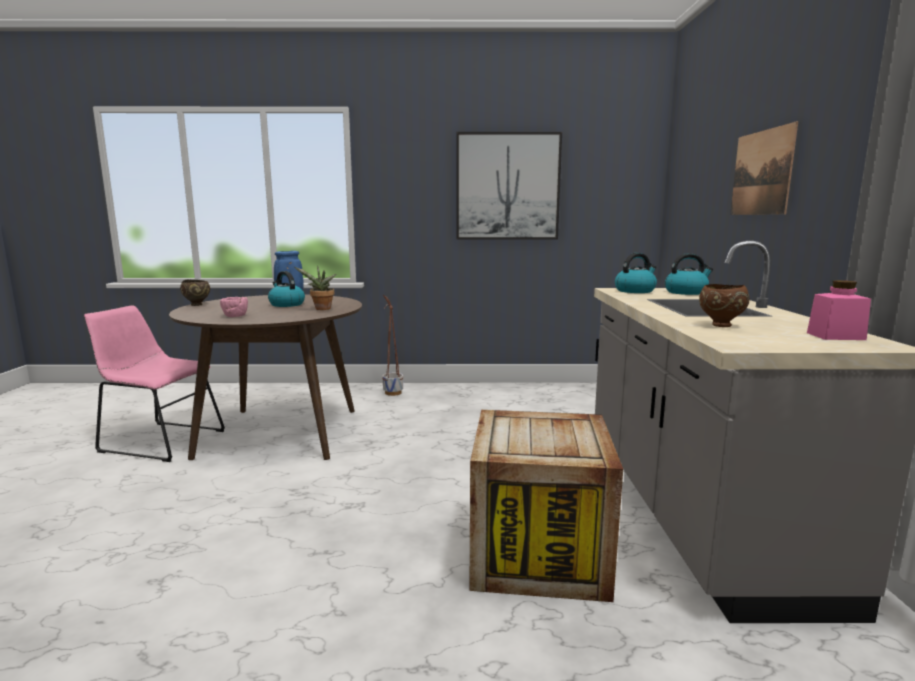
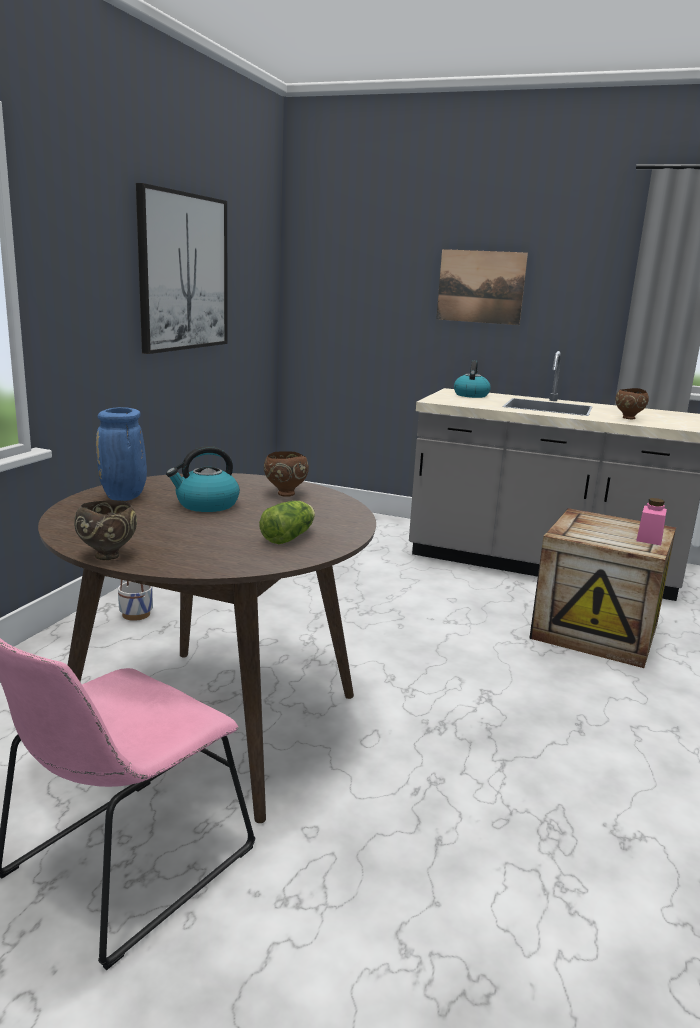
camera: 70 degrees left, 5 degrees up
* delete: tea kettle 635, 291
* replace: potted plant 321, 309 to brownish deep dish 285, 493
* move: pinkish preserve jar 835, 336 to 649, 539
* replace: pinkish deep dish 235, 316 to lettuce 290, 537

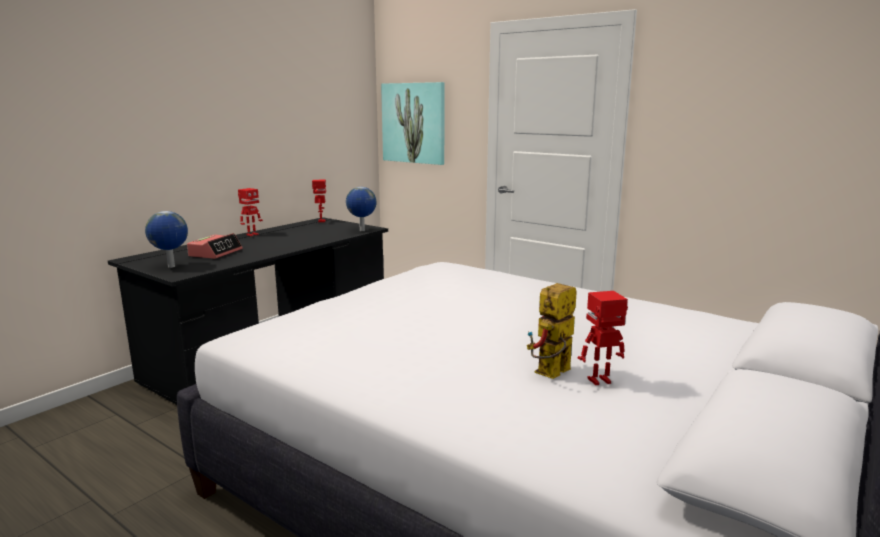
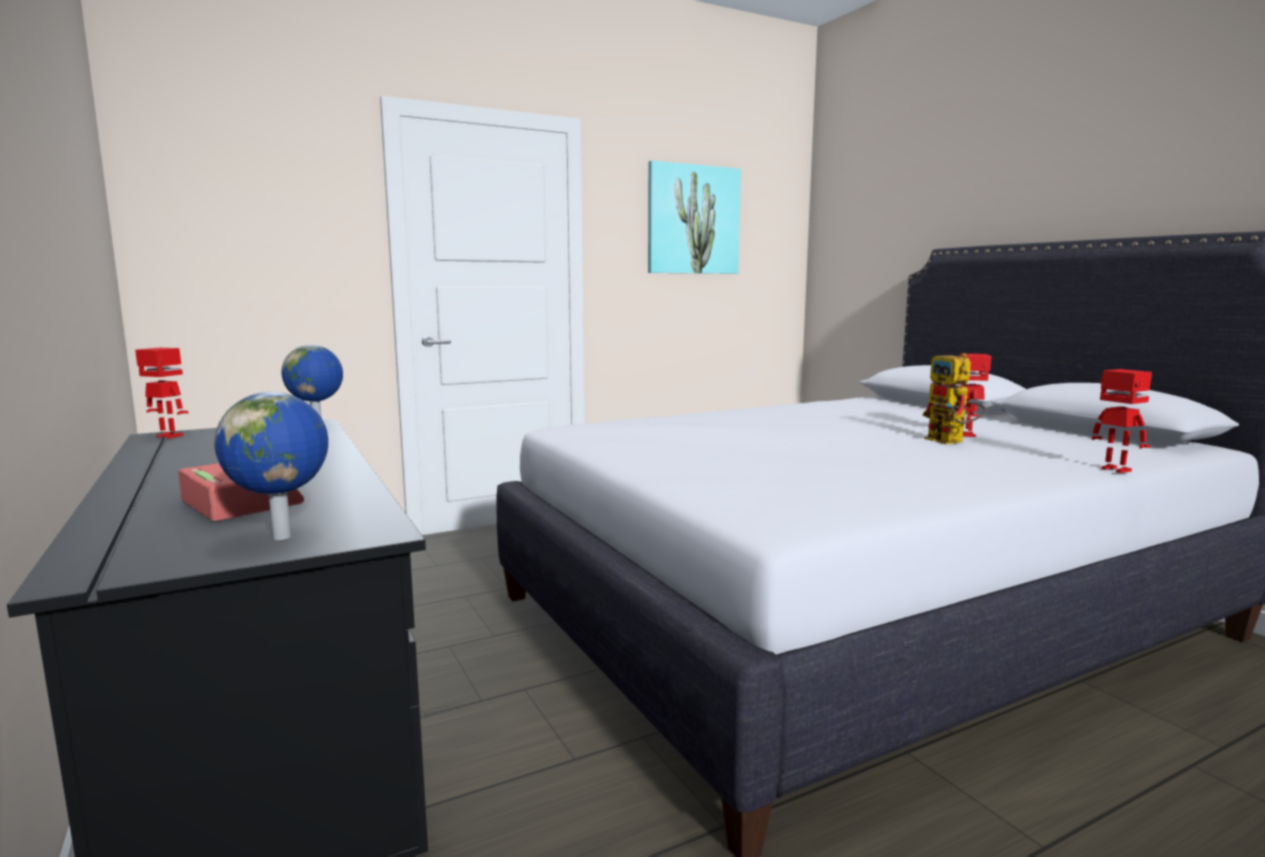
camera: 65 degrees left, 5 degrees down
* move: wall art 413, 123 to 693, 220
* move: toy robot 252, 234 to 1114, 470

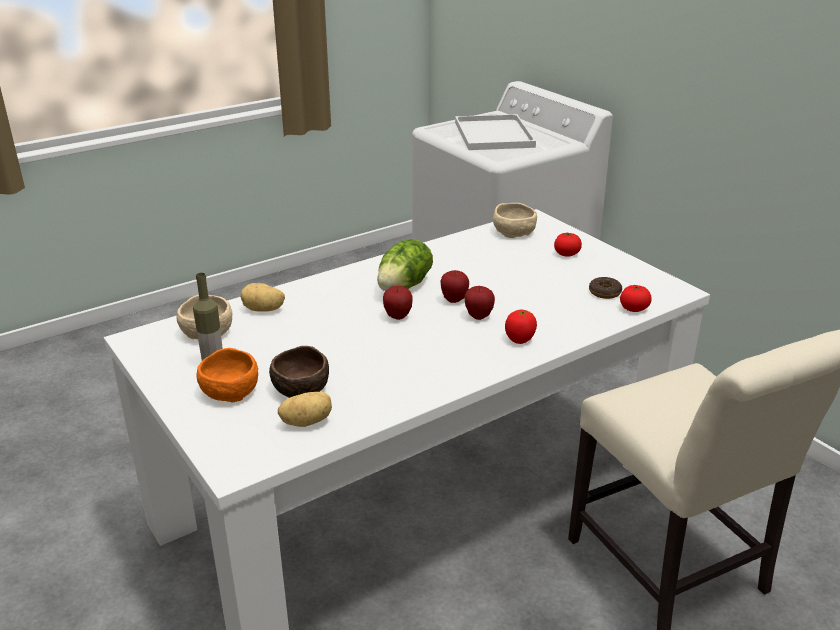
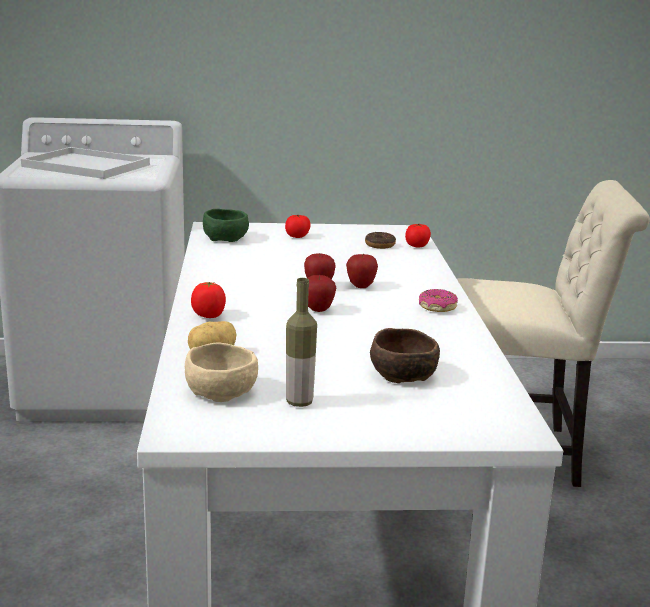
camera: 60 degrees left, 10 degrees down
* recolor: beige-coloured deep dish 515, 232 to green-coloured deep dish 226, 238
* delete: lettuce 405, 286
* move: fresh tomato 519, 339 to 209, 316
* delete: orange deep dish 230, 392
* delete: potato 306, 422
* insert: ring doughnut 437, 307

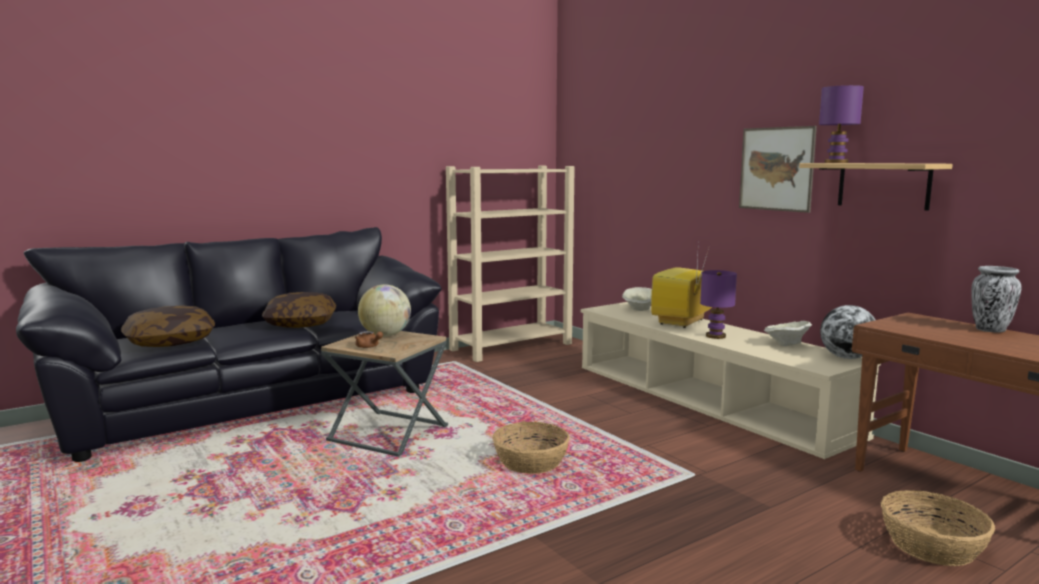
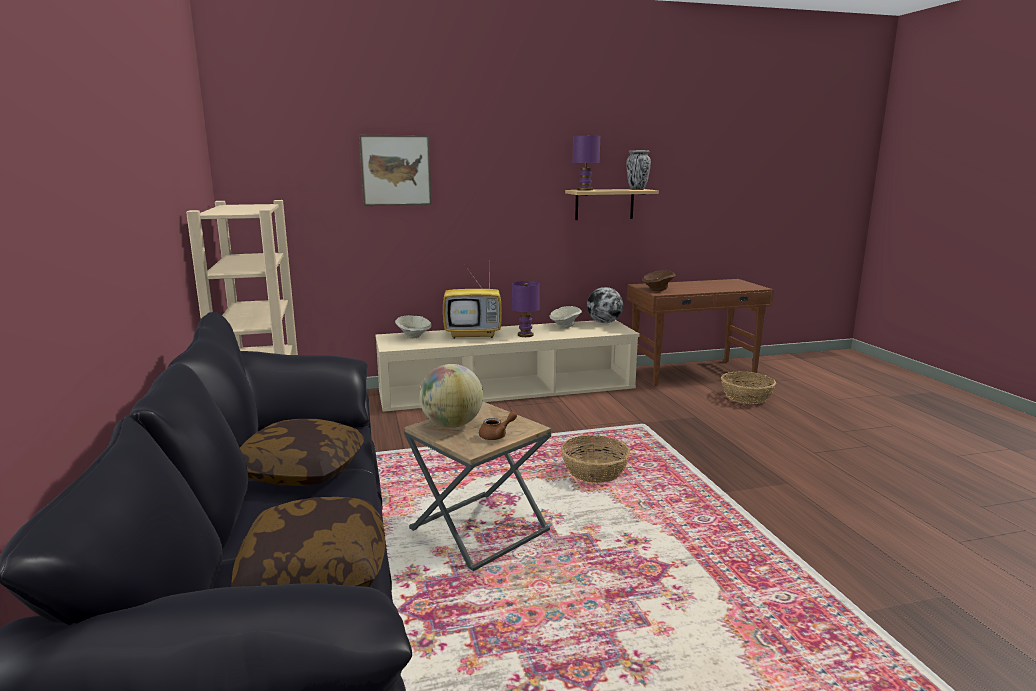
camera: 70 degrees left, 5 degrees up
* move: wall art 776, 169 to 396, 170
* rotate: TV set 682, 322 = 474, 334 60 degrees counterclockwise
* move: flower vase 990, 330 to 637, 189
* insert: brownish deep dish 657, 290

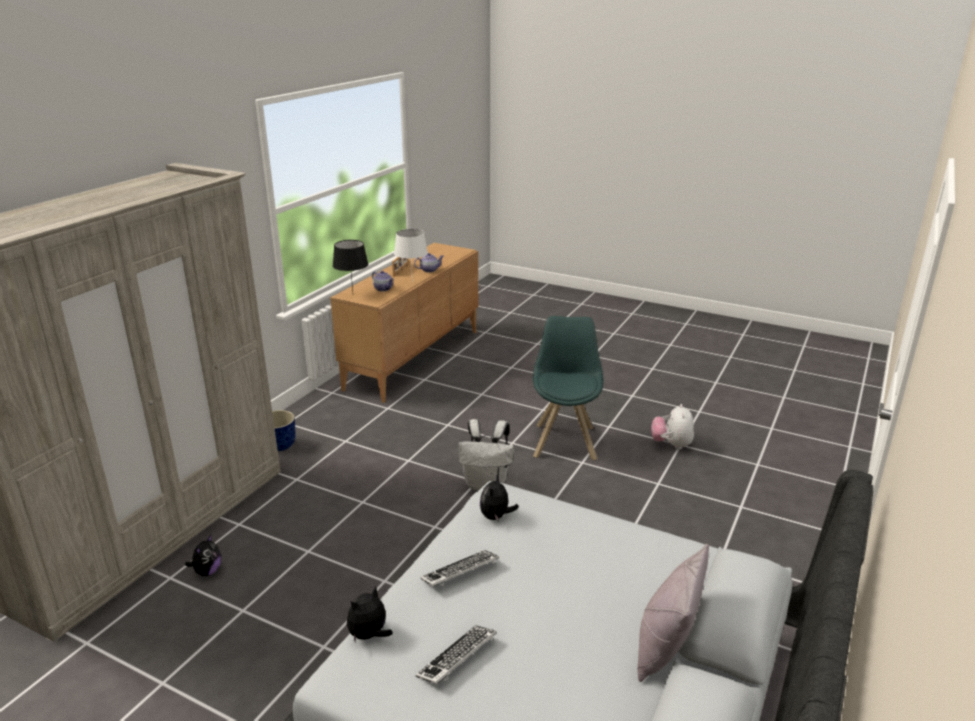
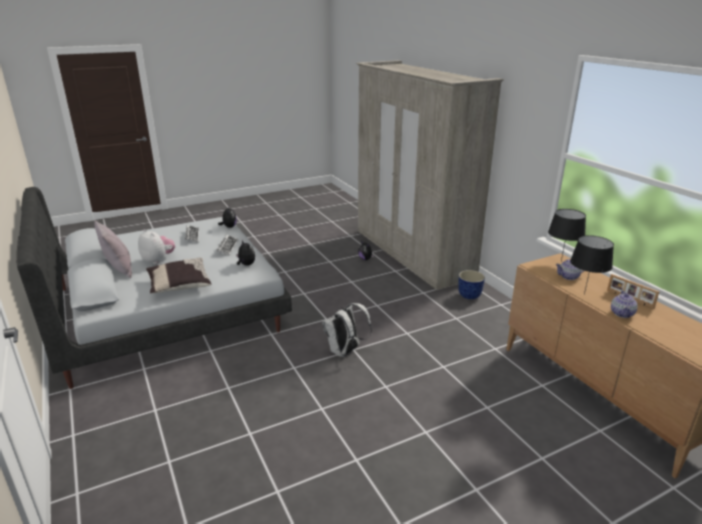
camera: 125 degrees right, 0 degrees up
* recolor: white table lamp 411, 281 to blackish table lamp 584, 294
* delete: turquoise-coloured chair 565, 441
* move: soft toy 671, 445 to 158, 260
* insert: throw pillow 179, 284

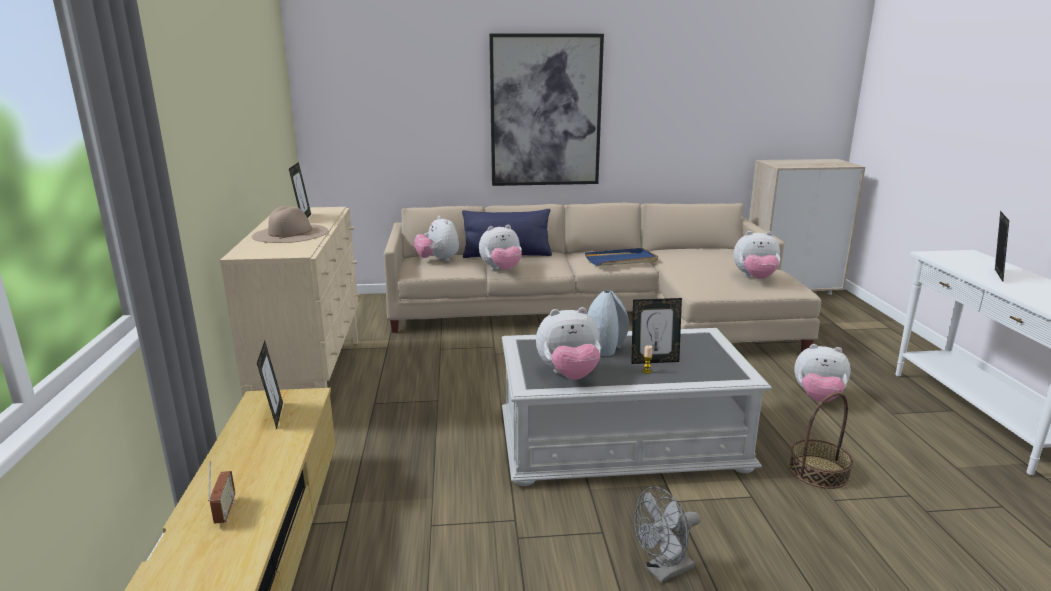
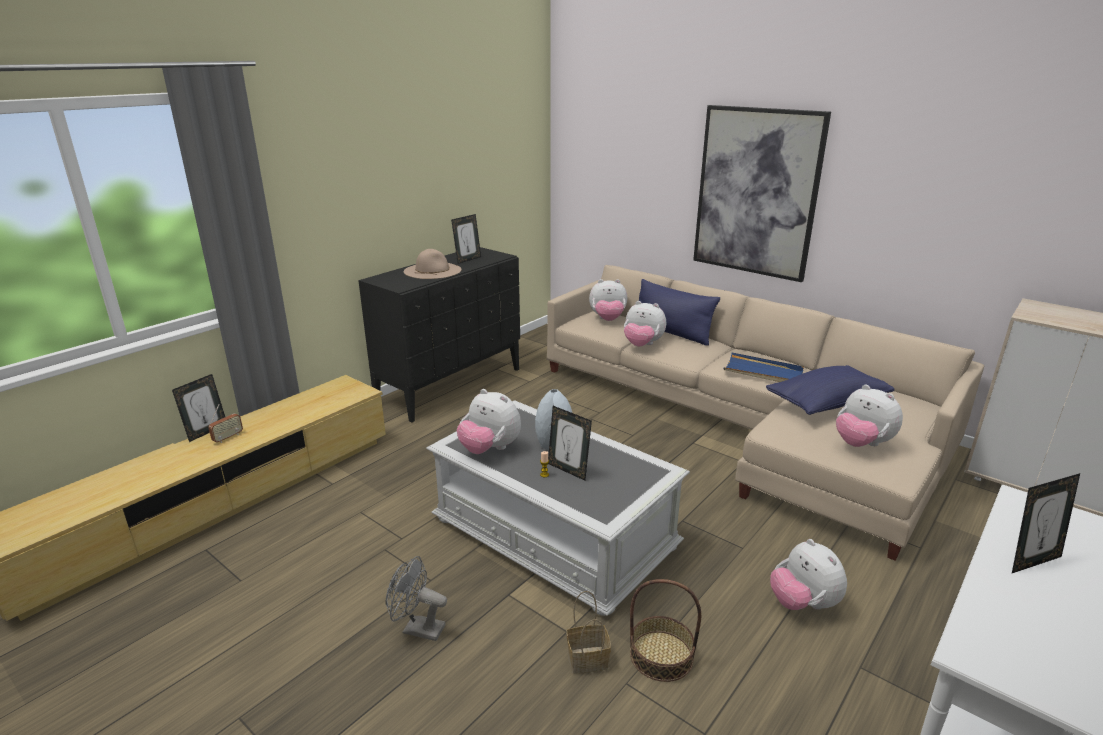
camera: 45 degrees right, 5 degrees up
* recolor: beige-coloured chest of drawers 313, 380 to blackish chest of drawers 452, 386
* rotate: soft toy 438, 260 = 607, 320 105 degrees counterclockwise
* move: standing frame 275, 416 to 206, 432
* insert: blue throw pillow 826, 403
* insert: household basket 586, 660

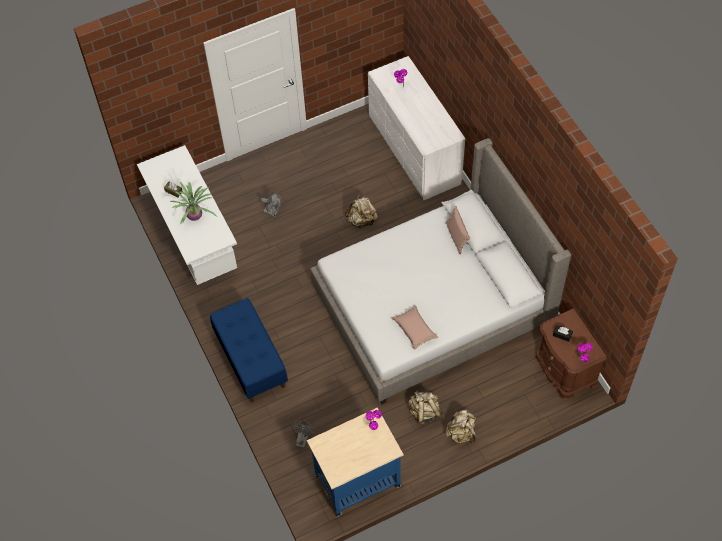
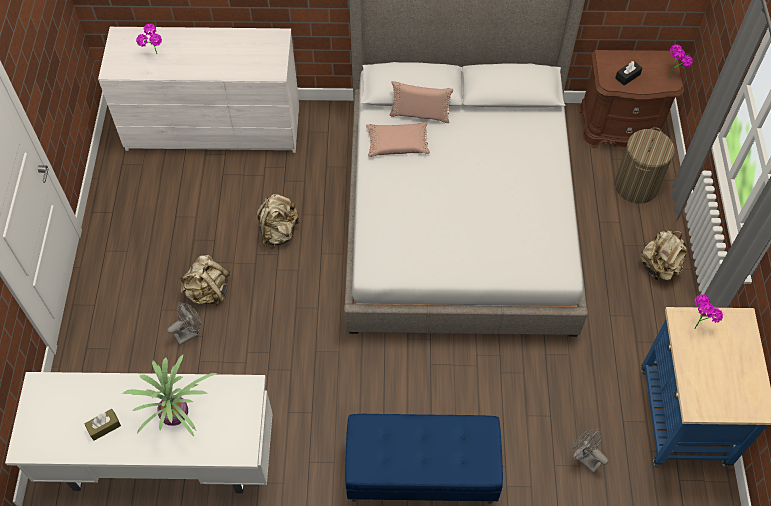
camera: 65 degrees left, 0 degrees up
* move: beige-coloured throw pillow 414, 329 to 397, 142
* move: beige-coloured rucksack 424, 412 to 208, 292
* insert: laundry basket 636, 186

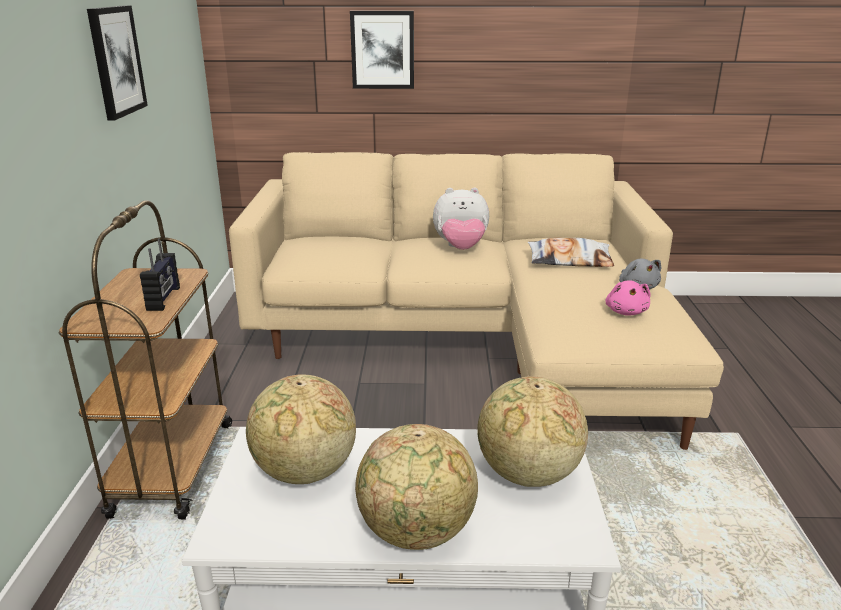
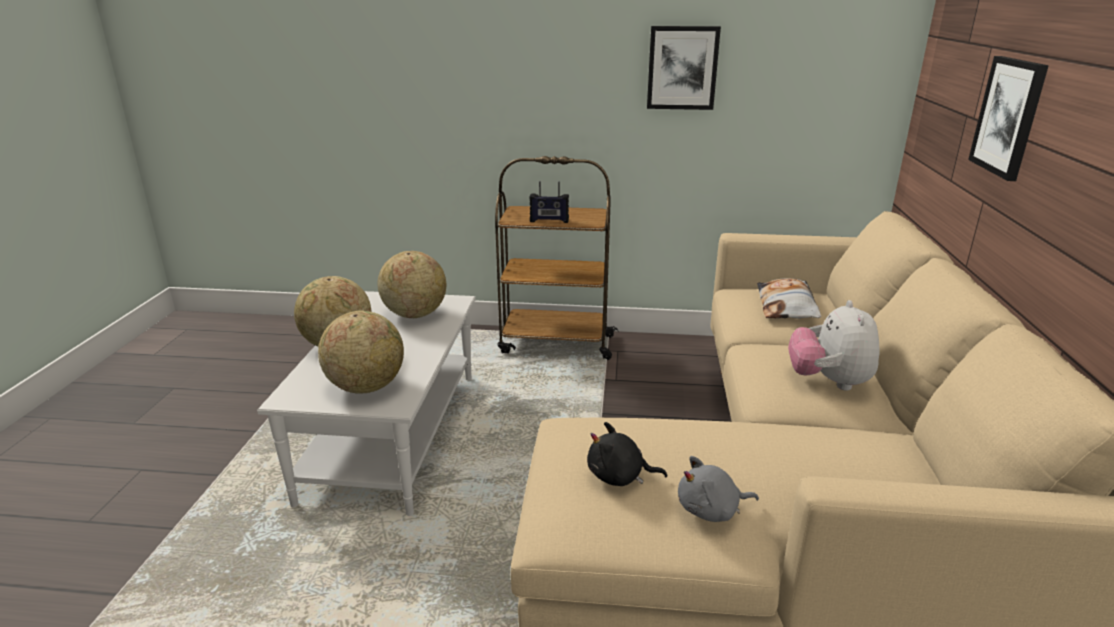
camera: 95 degrees right, 0 degrees up
* move: throw pillow 569, 260 to 787, 306
* recolor: pinkish soft toy 626, 311 to blackish soft toy 619, 477

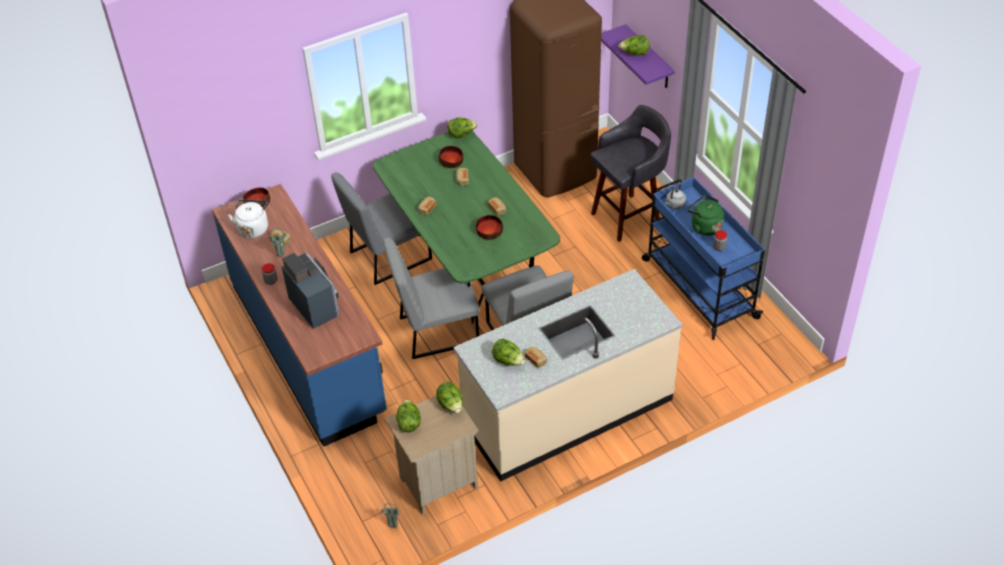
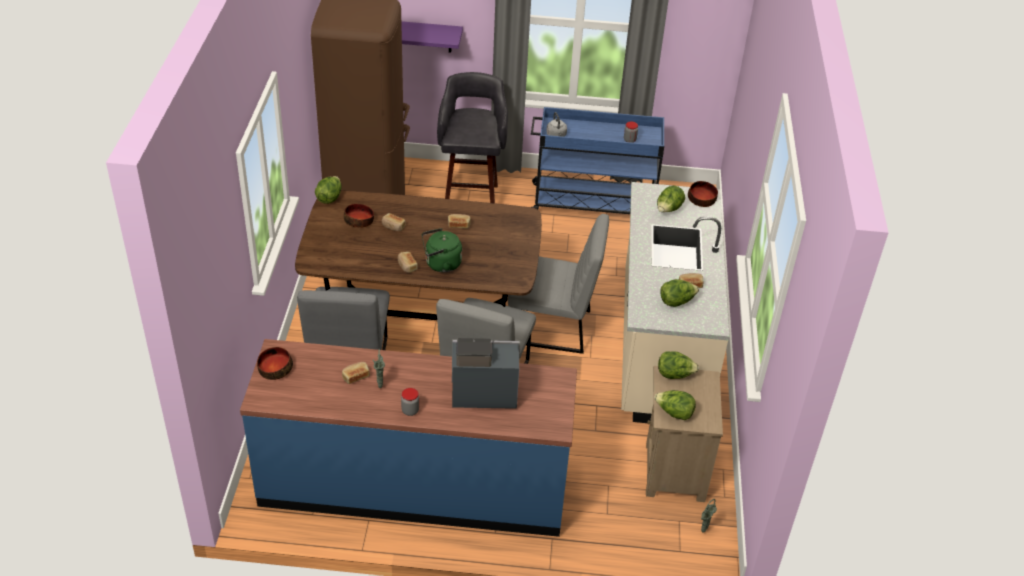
camera: 60 degrees left, 5 degrees down
* move: lettuce 634, 53 to 668, 210
* recolor: green-coloured kitchen table 467, 265 to brownish kitchen table 421, 319
* move: green-coloured tea kettle 704, 226 to 441, 264
* delete: white tea kettle 253, 228
* move: deep dish 489, 232 to 701, 199

